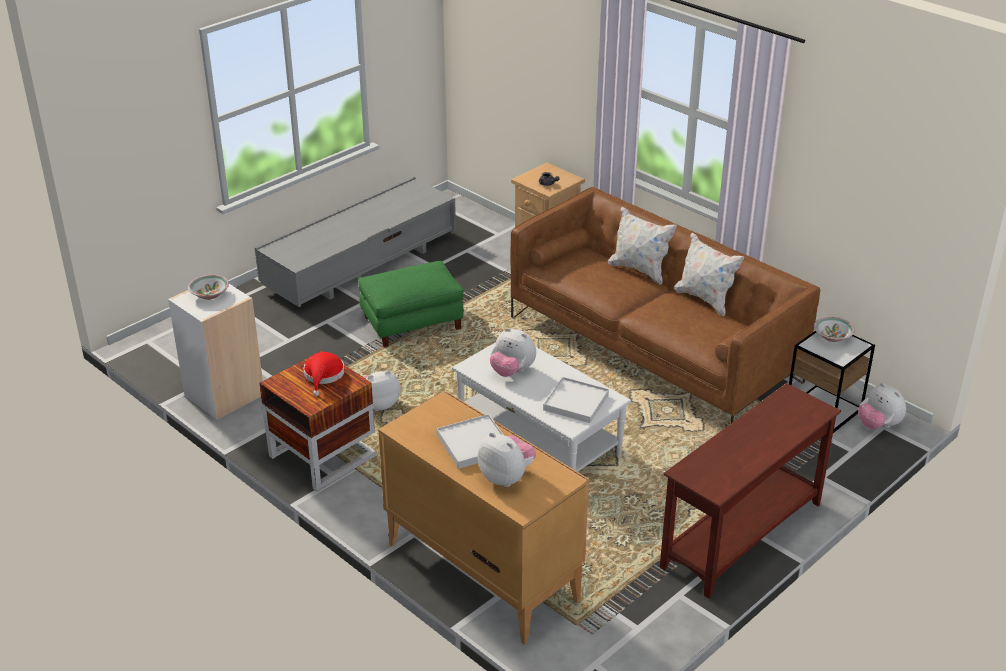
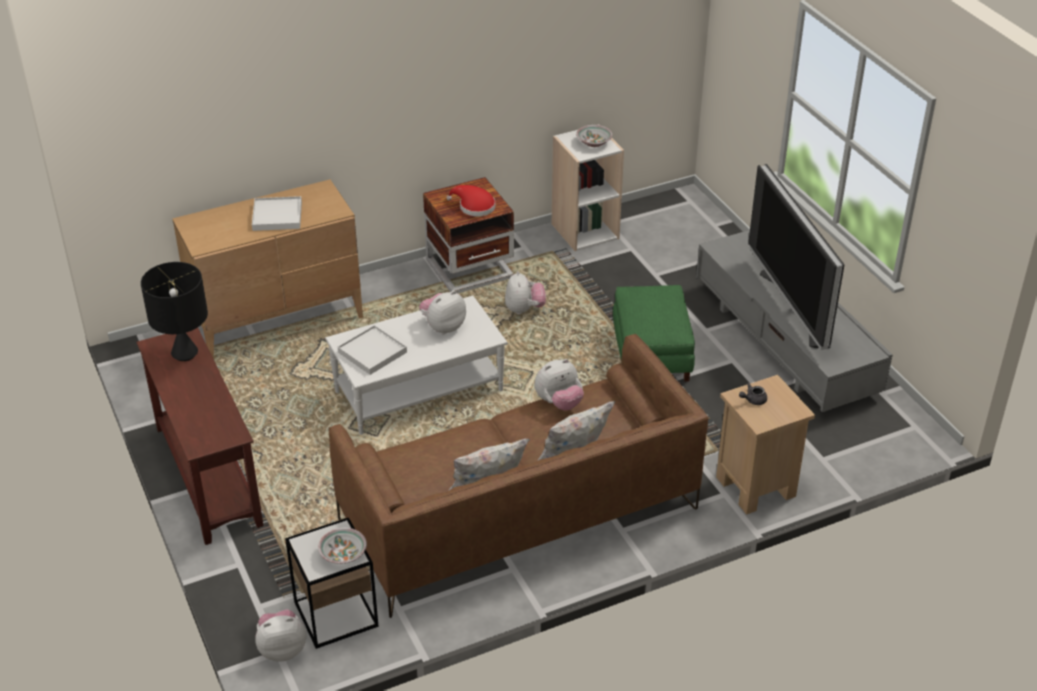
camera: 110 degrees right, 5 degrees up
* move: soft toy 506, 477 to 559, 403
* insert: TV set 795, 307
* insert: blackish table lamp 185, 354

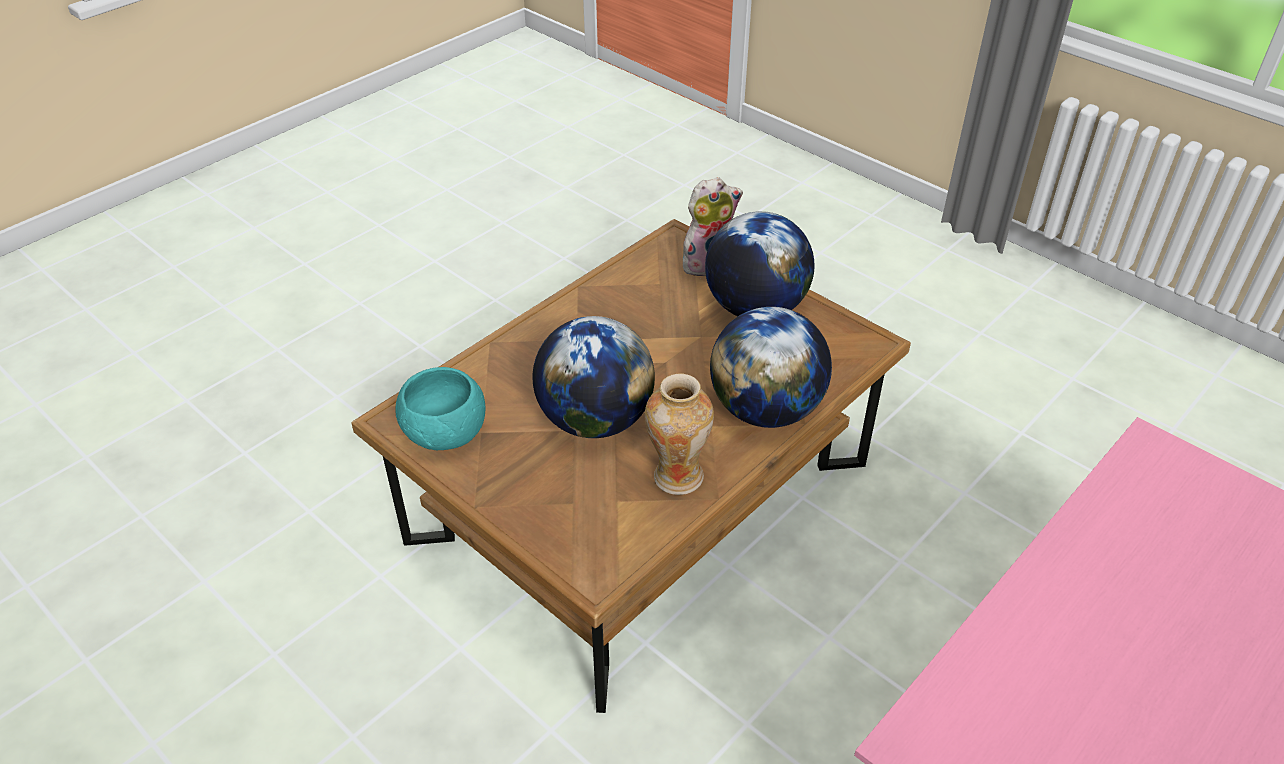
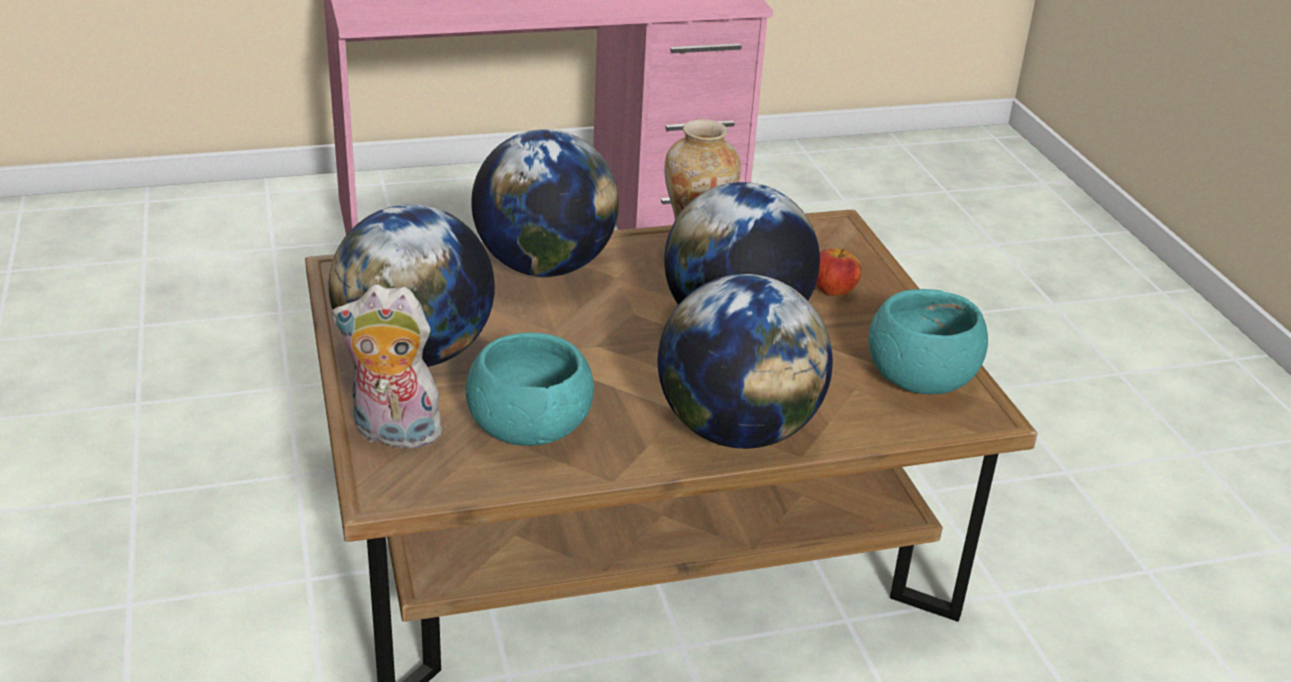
camera: 150 degrees left, 10 degrees down
* insert: apple 833, 291
* insert: world globe 736, 431
* insert: turquoise-coloured deep dish 529, 428

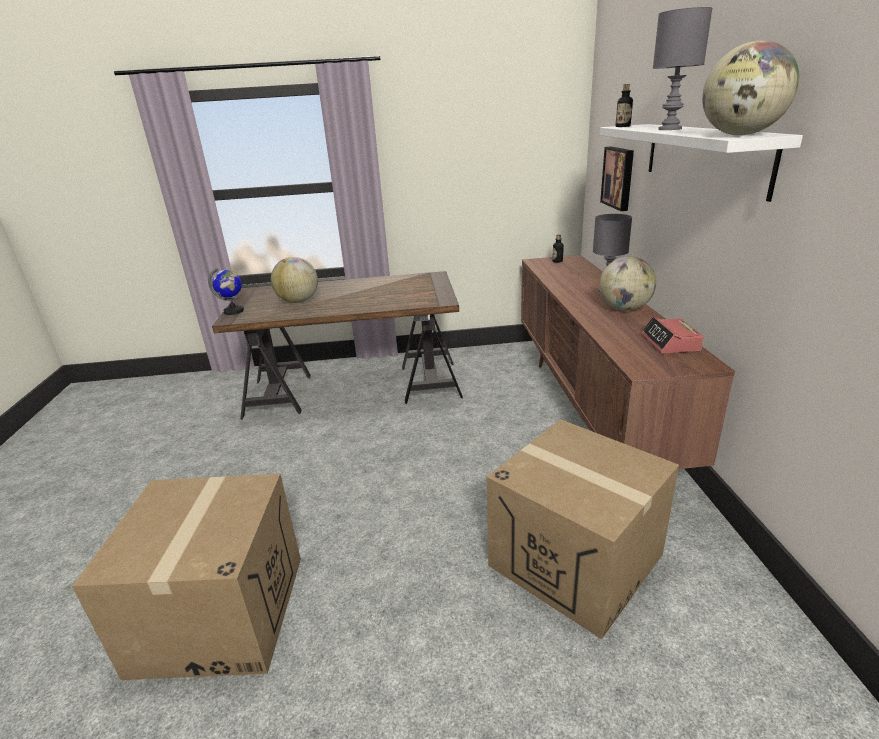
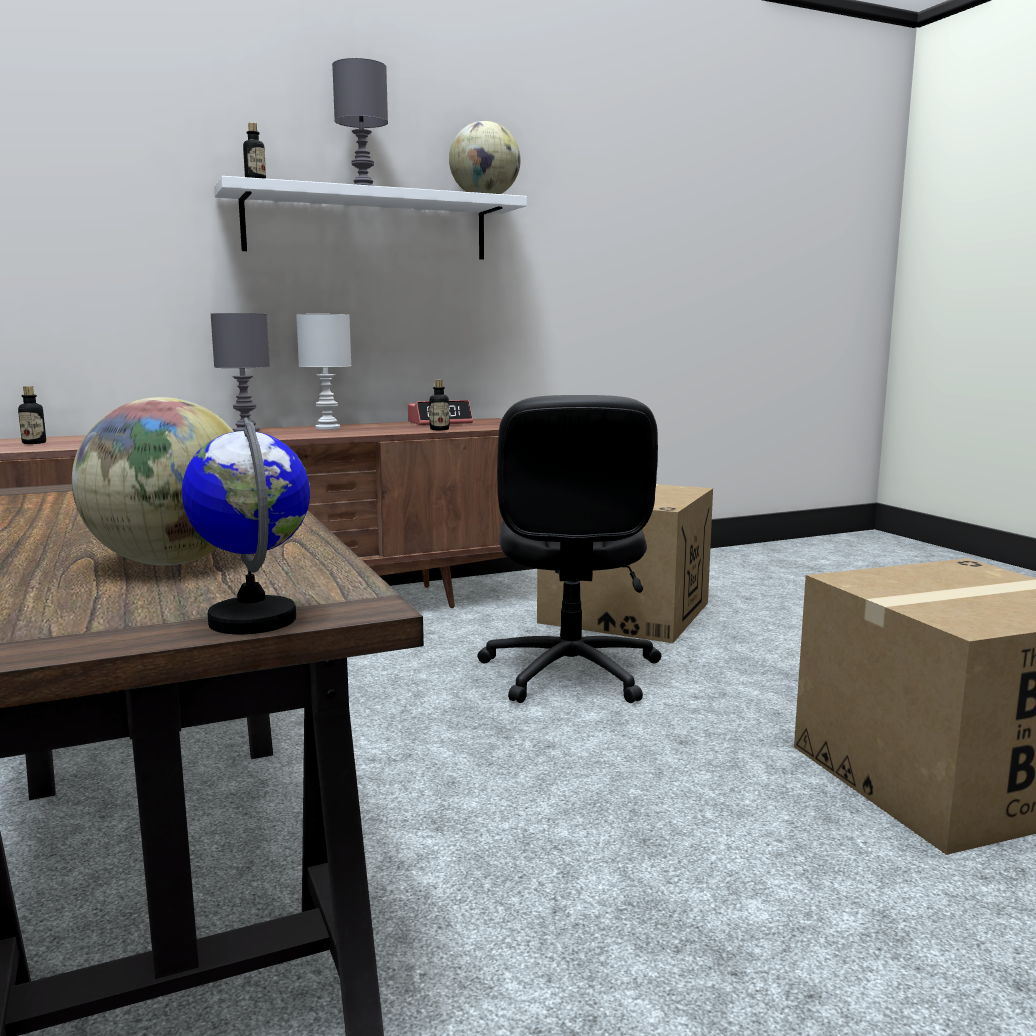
camera: 110 degrees left, 15 degrees down
* delete: wall art 619, 177
* replace: world globe 624, 309 to white table lamp 328, 428
* insert: beverage bottle 439, 429
* insert: blackish office chair 570, 672

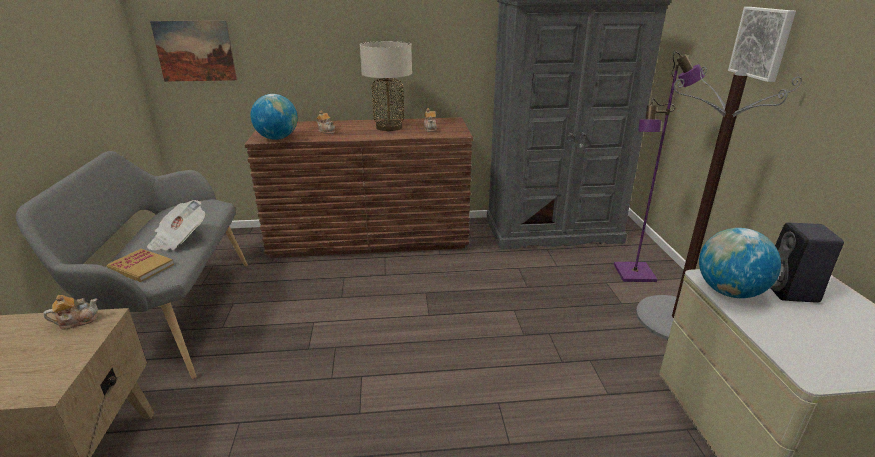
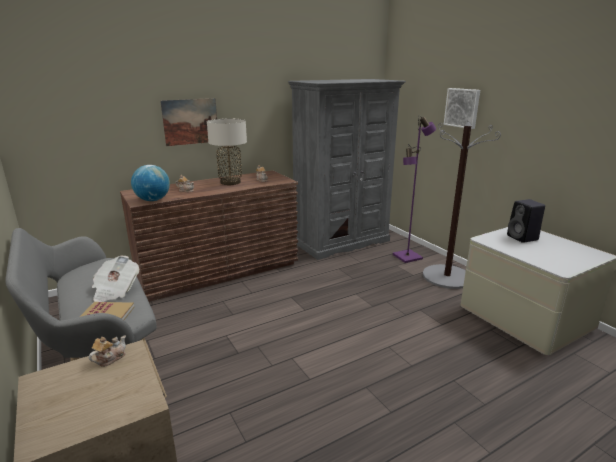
camera: 25 degrees left, 5 degrees down
* move: wall art 195, 51 to 190, 121
* delete: world globe 729, 292

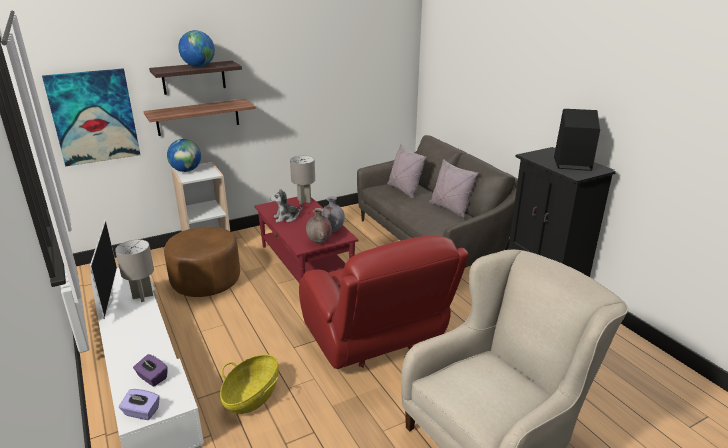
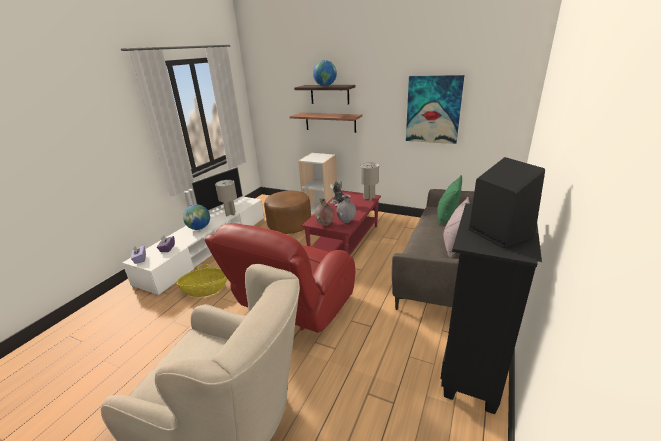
camera: 55 degrees right, 0 degrees up
* move: wall art 94, 117 to 433, 109
* move: world globe 186, 170 to 199, 228
* recolor: purple-coloured throw pillow 404, 190 to green-coloured throw pillow 446, 217

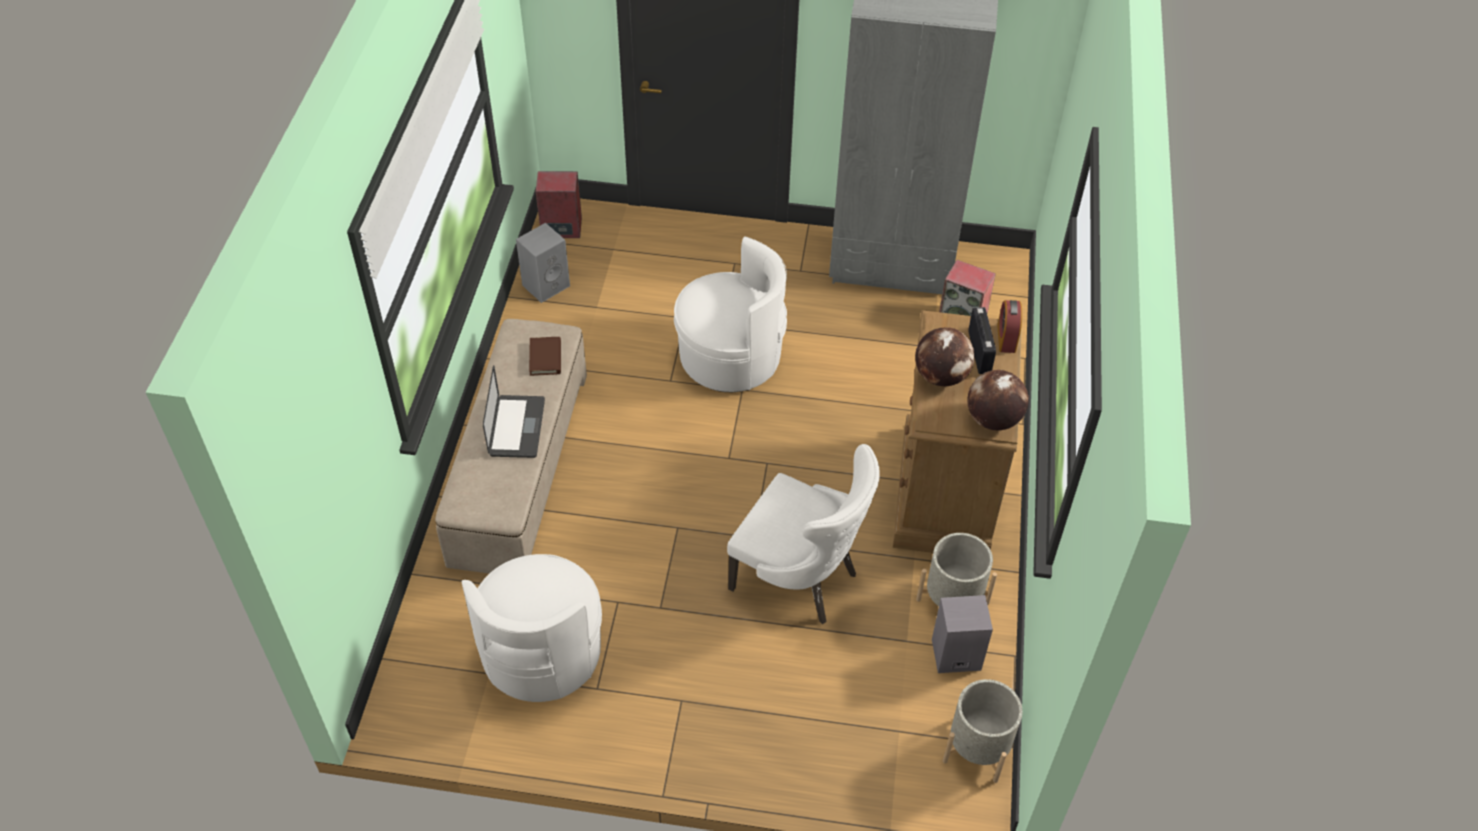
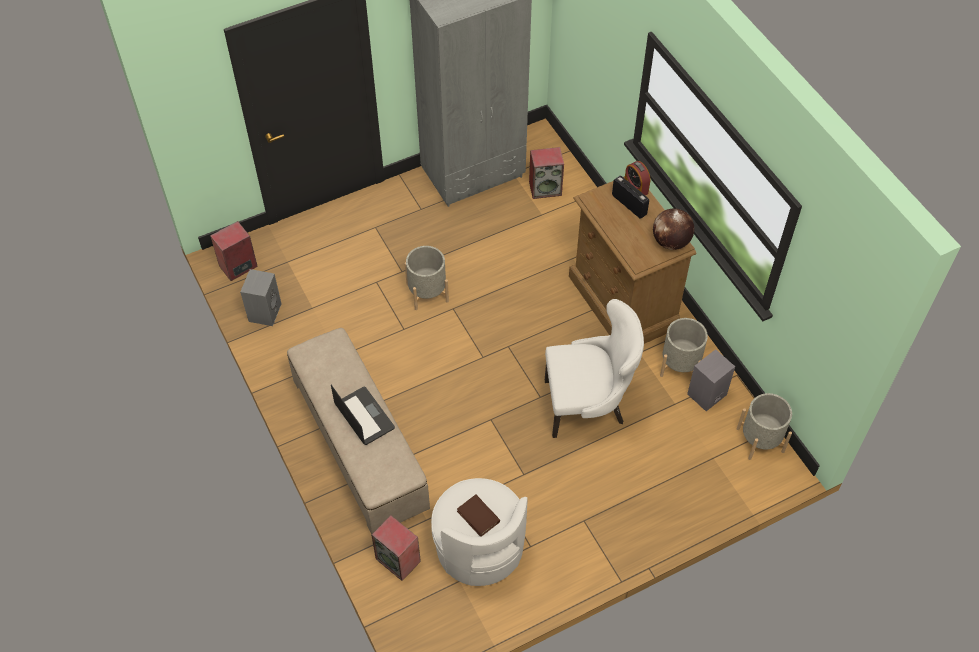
camera: 35 degrees left, 5 degrees up
* replace: white armchair 729, 358 to grey planter 427, 292
* delete: world globe 941, 376
* move: brownish bound book 545, 358 to 478, 516
* insert: speaker 399, 560

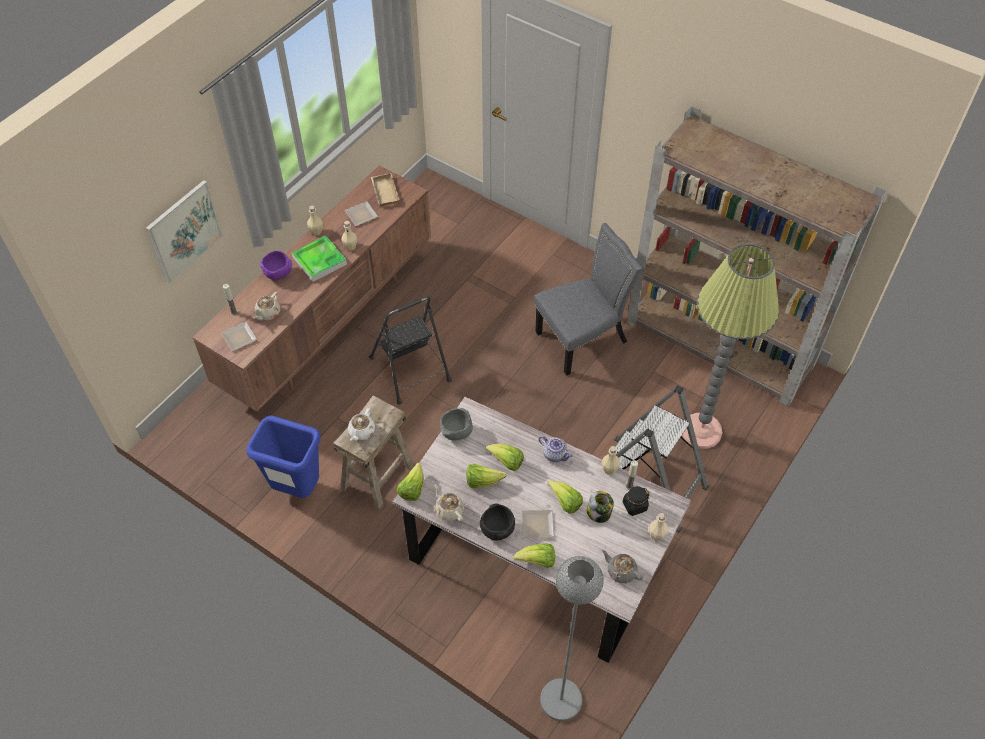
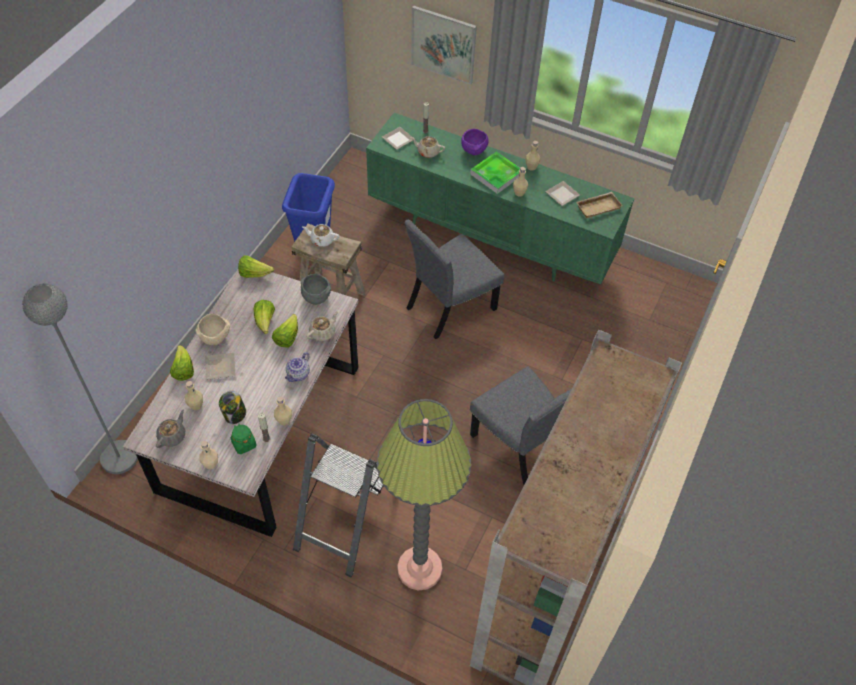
camera: 80 degrees right, 0 degrees up
* recolor: brownish cupboard 329, 323 to green-coloured cupboard 491, 239
* replace: blackish step ladder 411, 370 to grey chair 451, 306
* delete: lettuce 565, 502
* move: beige-coloured tea pot 449, 510 to 323, 332
* recolor: blackish preserve jar 634, 506 to green-coloured preserve jar 244, 444
* recolor: blackish deep dish 497, 529 to beige-coloured deep dish 215, 337
* insert: beige-coloured beverage bottle 196, 405

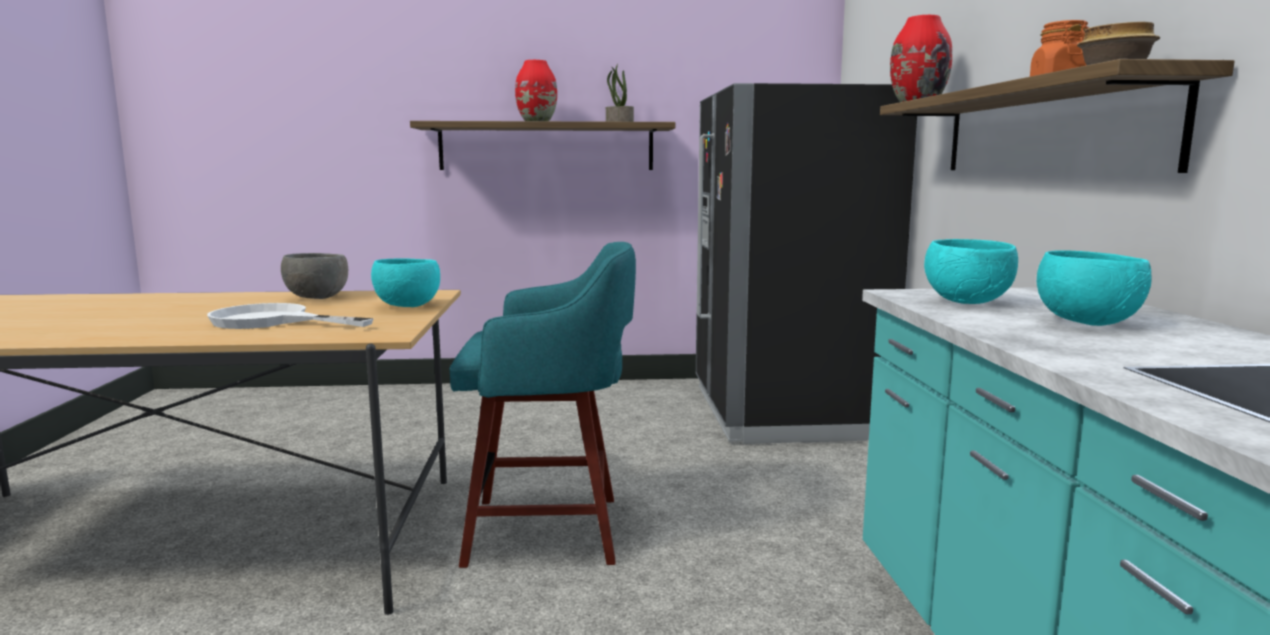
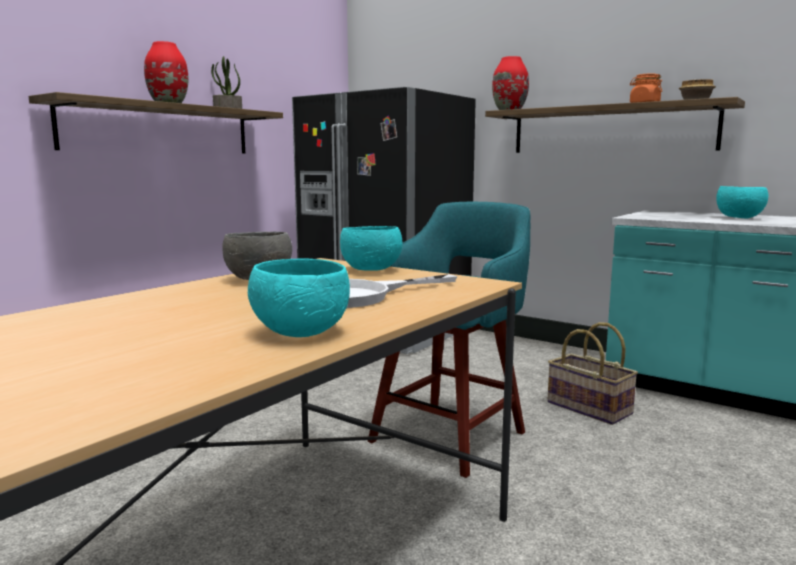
camera: 50 degrees left, 0 degrees up
* move: turquoise-coloured deep dish 965, 302 to 300, 333
* insert: household basket 588, 408

